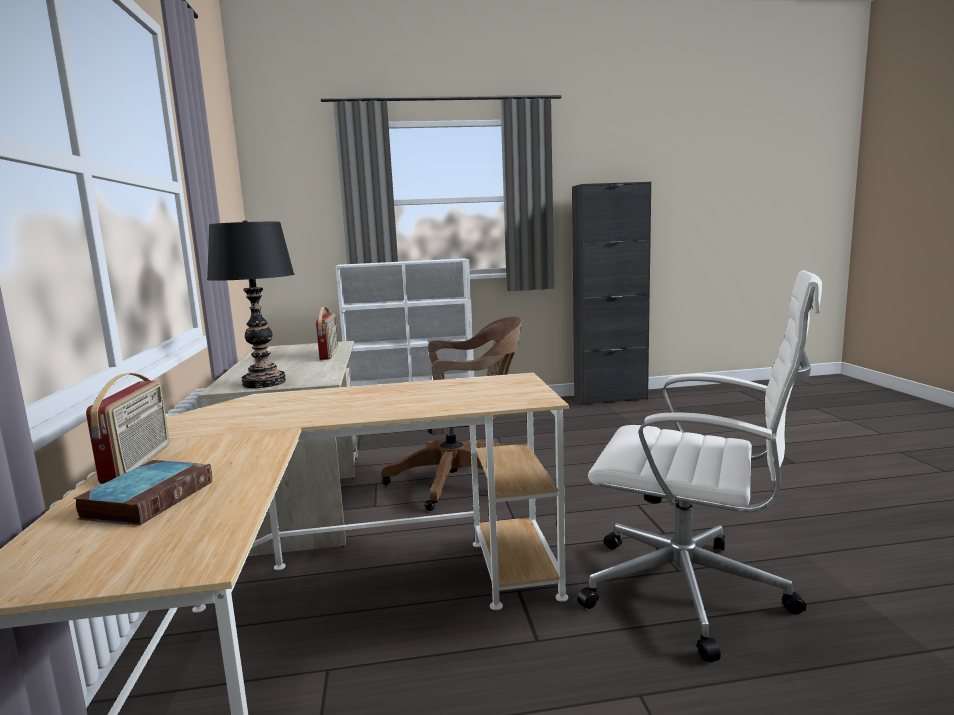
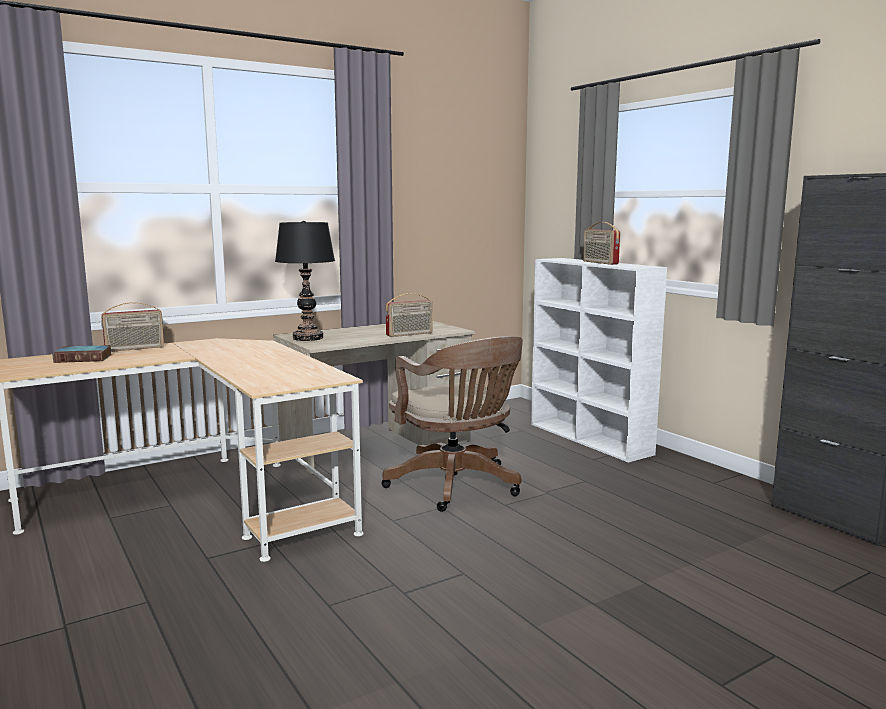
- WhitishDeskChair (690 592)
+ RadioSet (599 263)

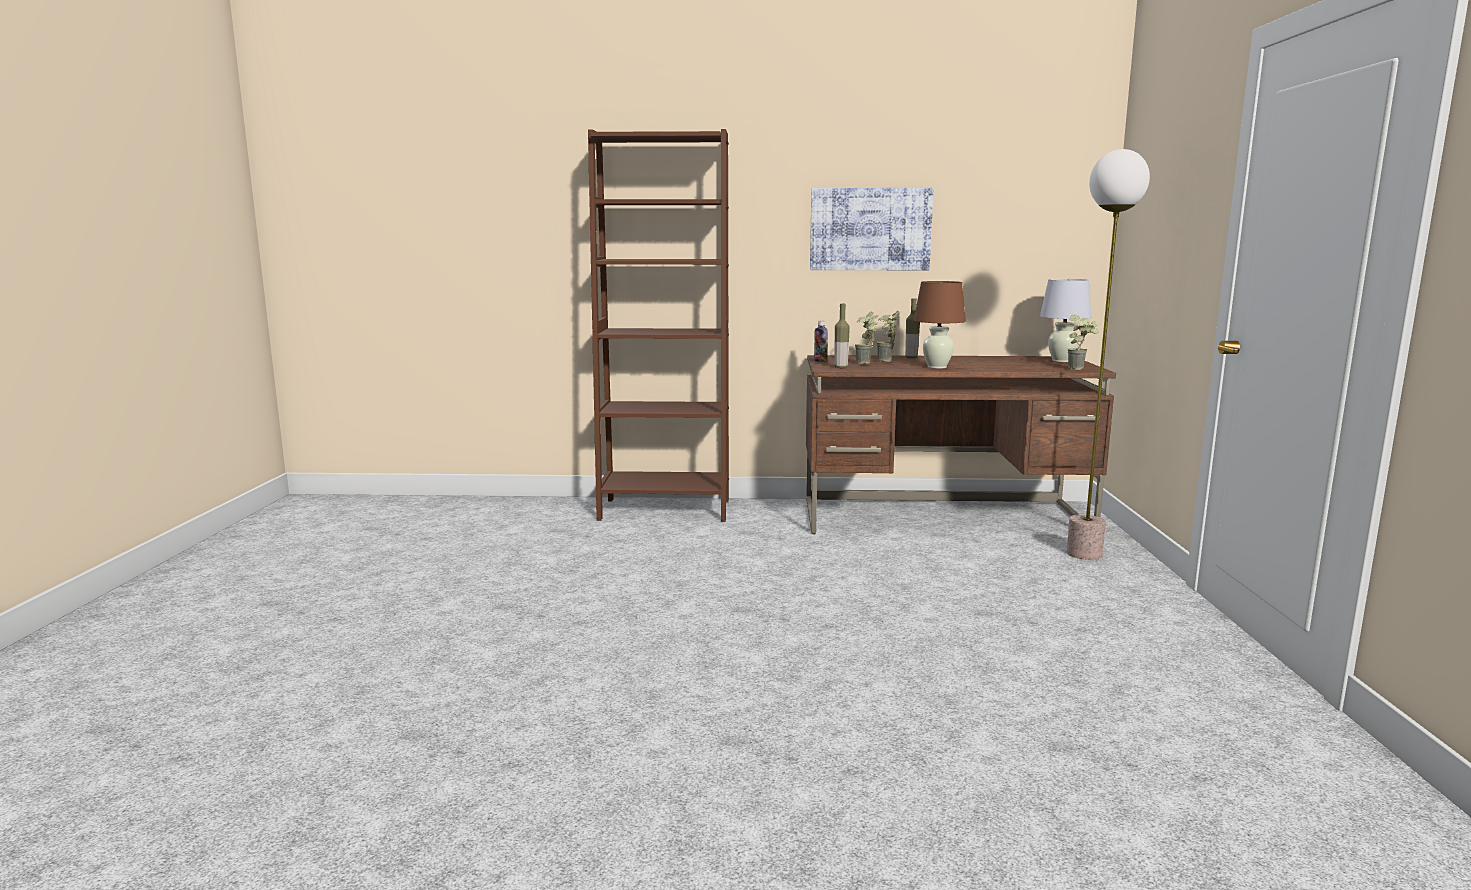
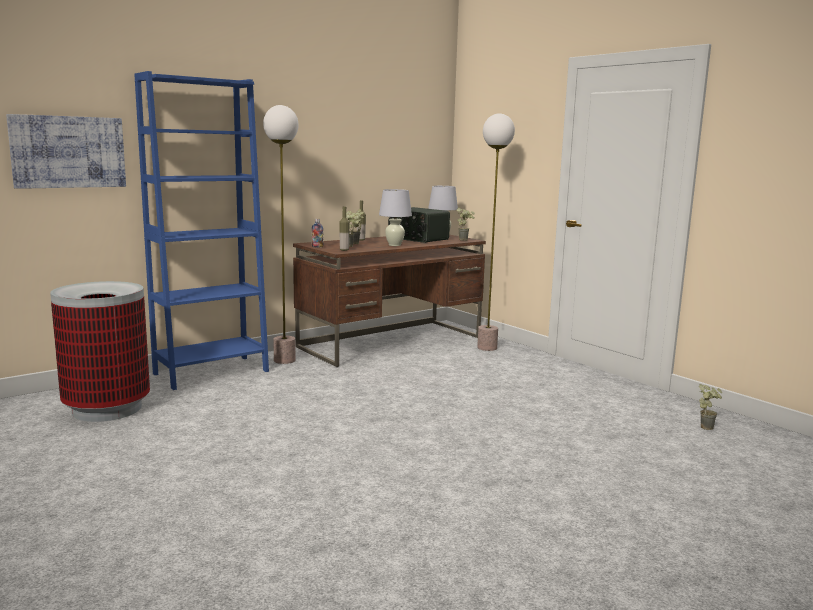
~ BrownBookcase (665 510) to BlueBookcase (211 372)
~ WallArt (870 229) to (68 152)
~ BrownTableLamp (936 367) to WhitishTableLamp (394 245)
+ StandingLamp (284 360)
+ RadioSet (417 238)
+ TrashCan (107 409)
+ PlantInAPot (707 426)

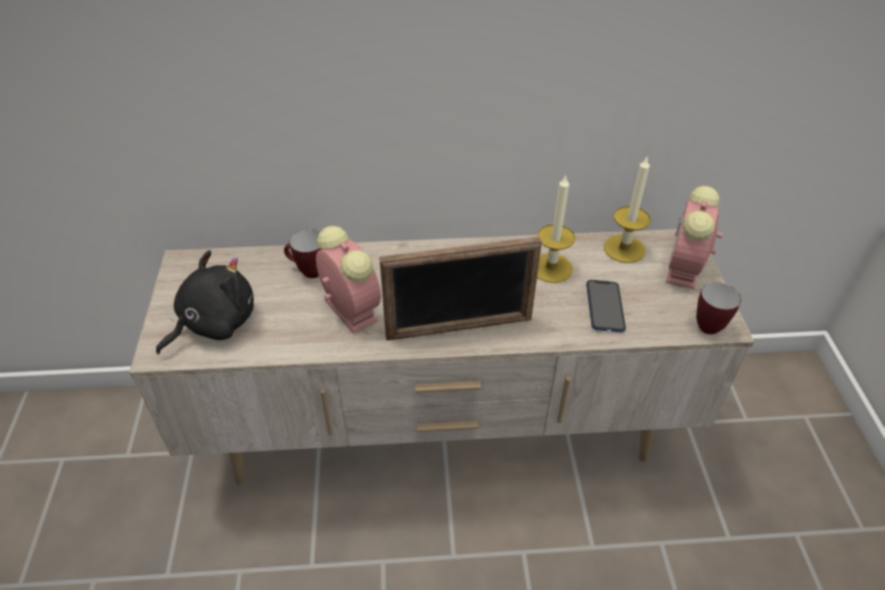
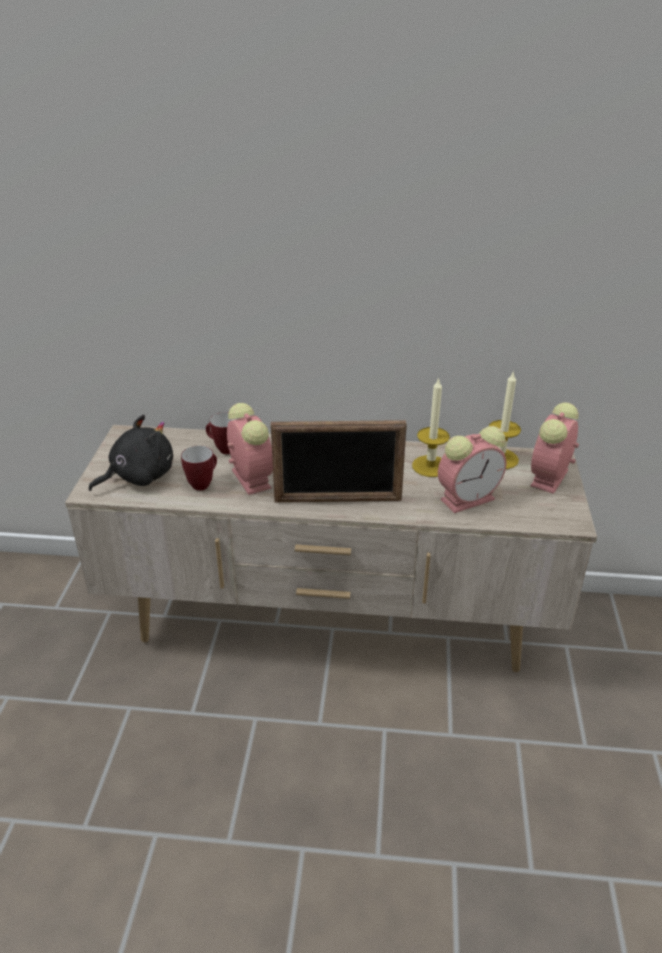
~ Handset (605 307) to AlarmClock (469 498)
~ TeaMug (708 323) to (203 483)

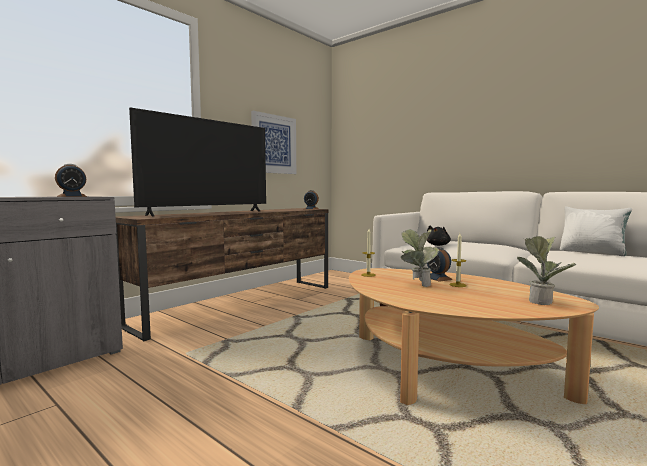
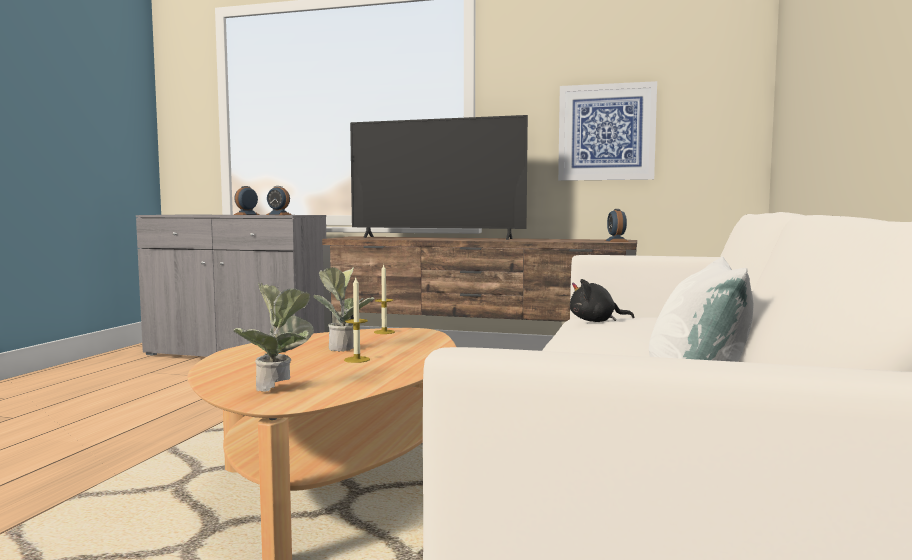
~ AlarmClock (438 278) to (246 214)

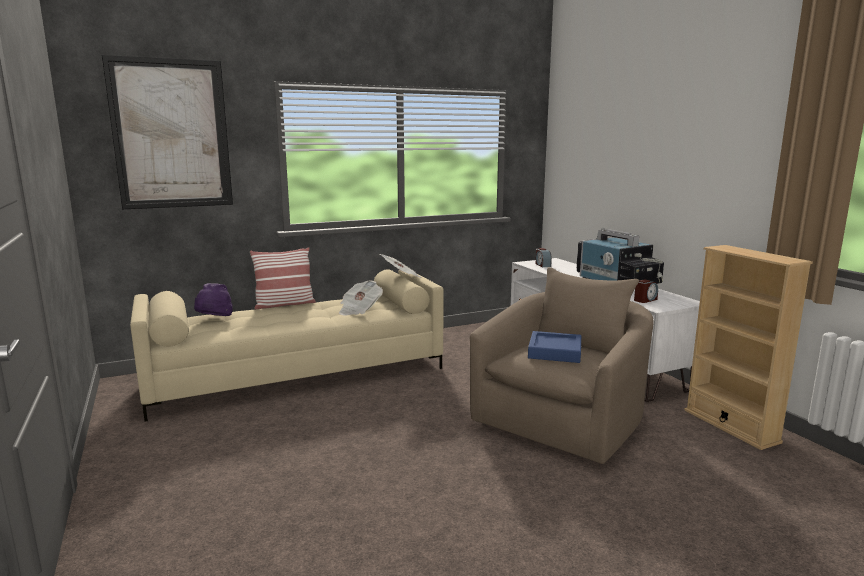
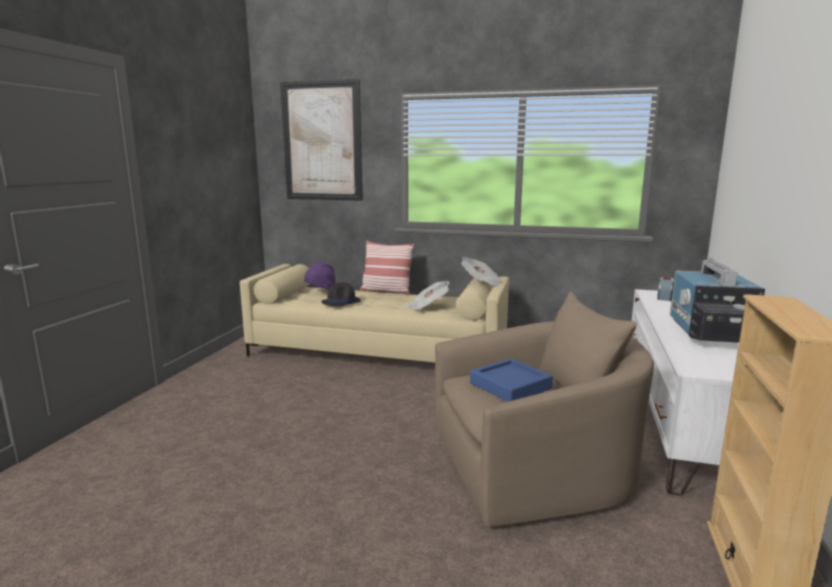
- AlarmClock (645 300)
+ BlackWearableHat (341 302)

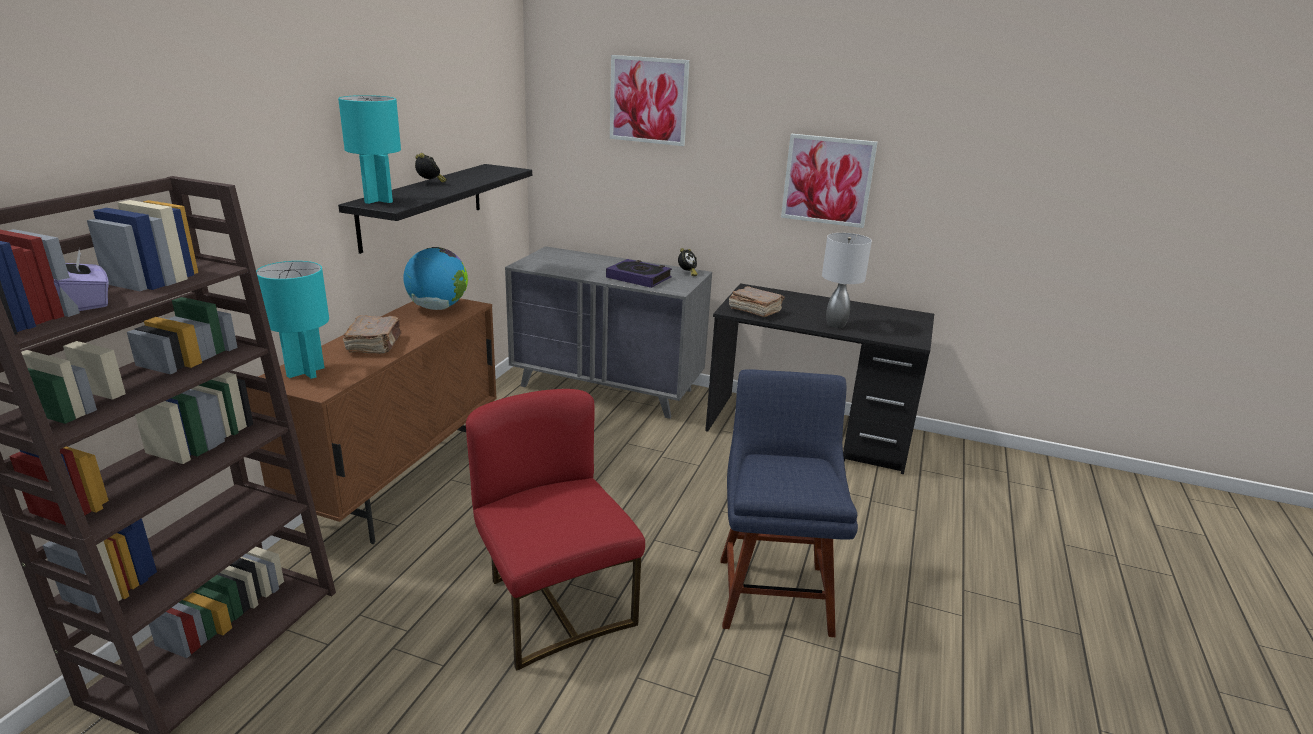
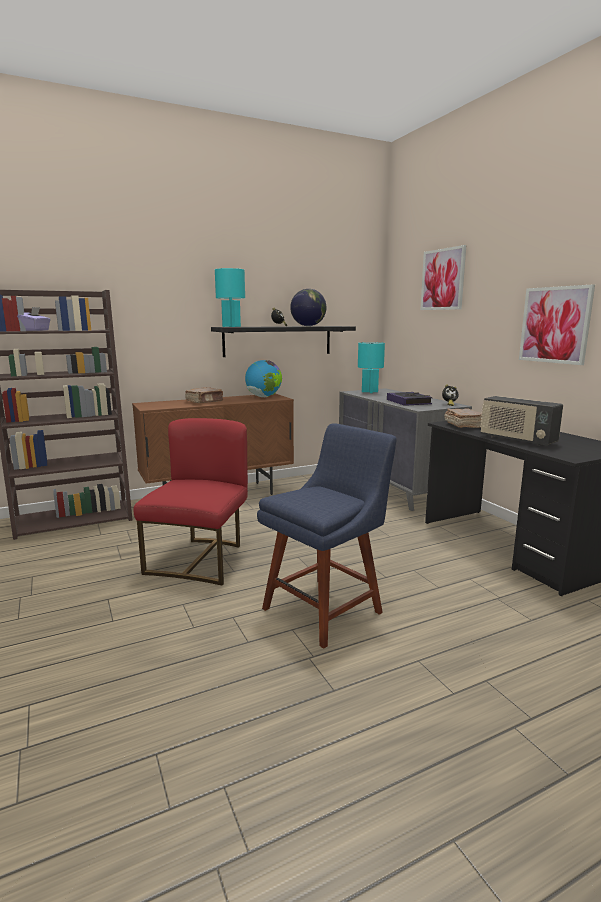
~ GreyTableLamp (836 324) to RadioSet (517 440)
~ TurquoiseTableLamp (305 372) to (369 392)
+ DeskGlobe (308 326)

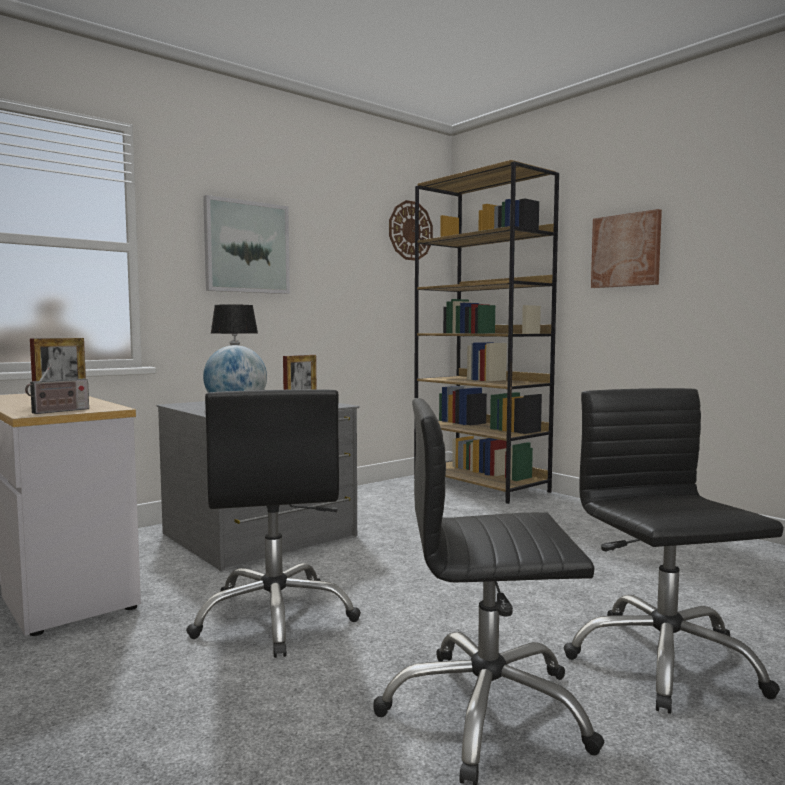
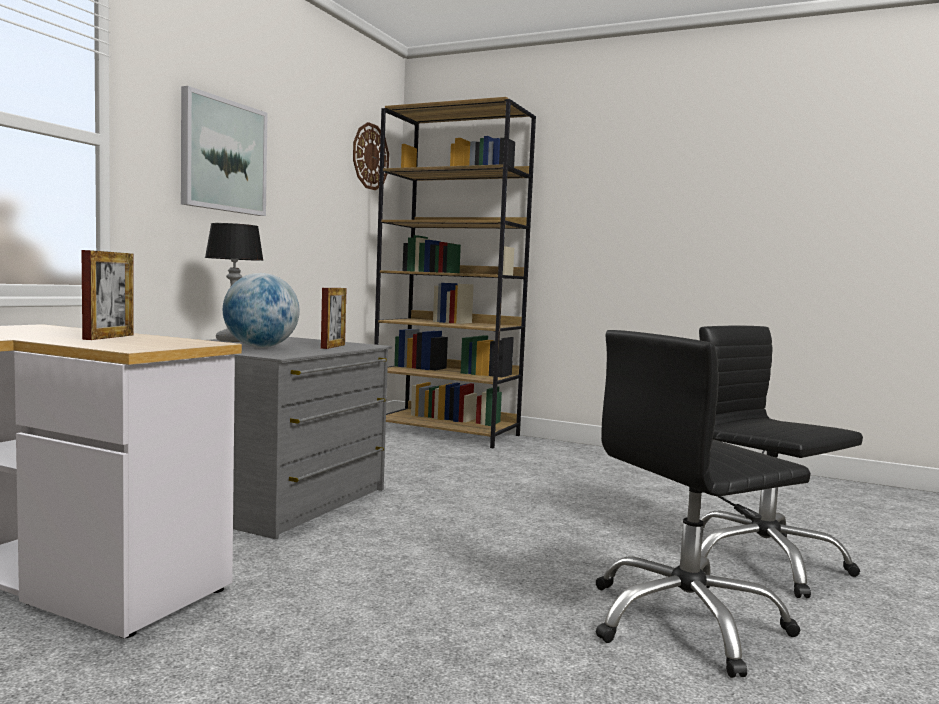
- WallArt (626 250)
- RadioSet (58 411)
- BlackDeskChair (275 617)

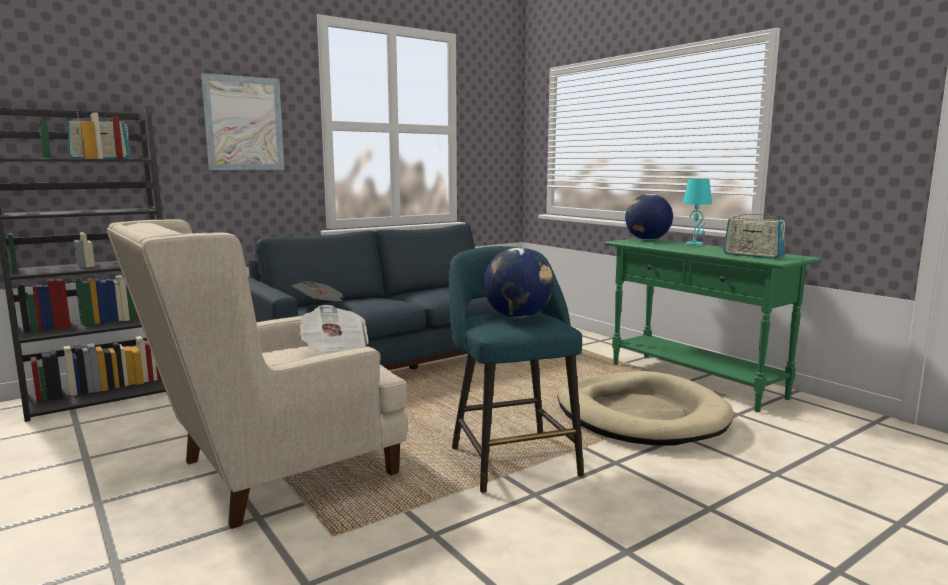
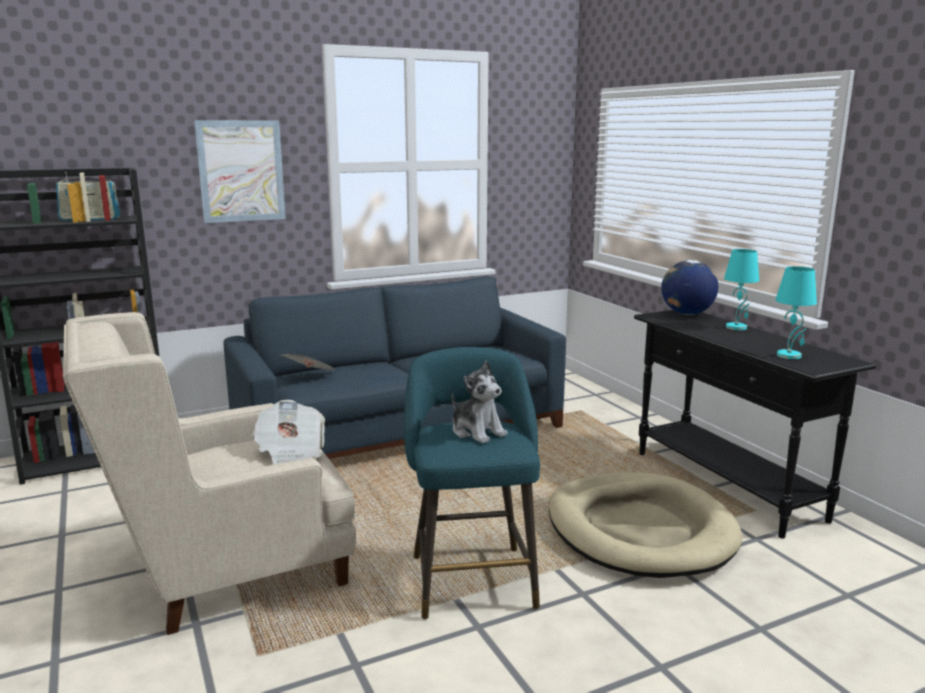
~ RadioSet (752 256) to TurquoiseTableLamp (789 356)
~ GreenishNarrowTable (694 381) to BlackNarrowTable (726 486)
~ DeskGlobe (518 317) to PlushToy (477 431)

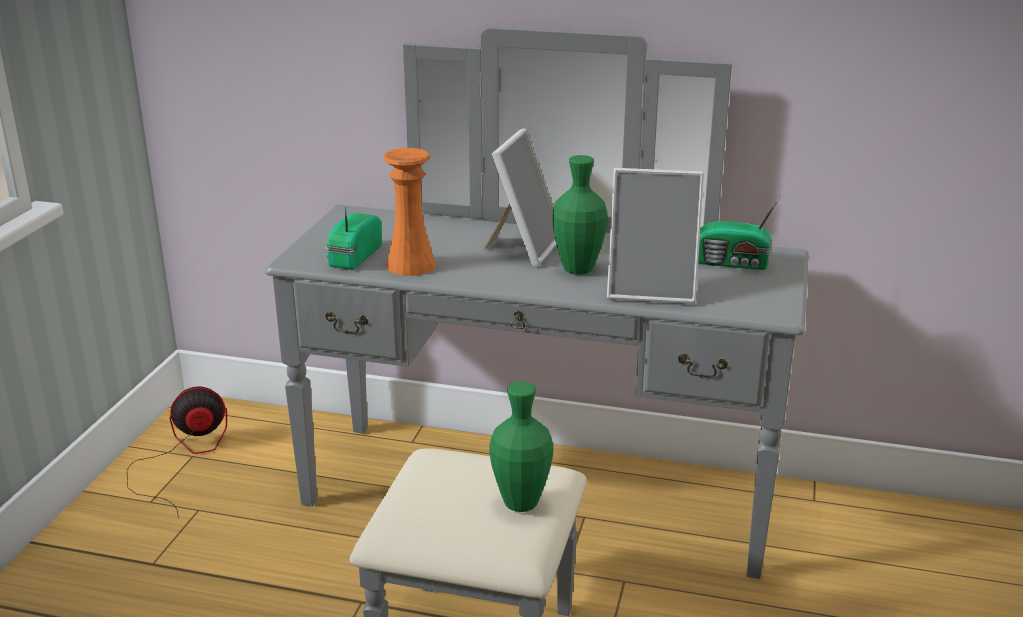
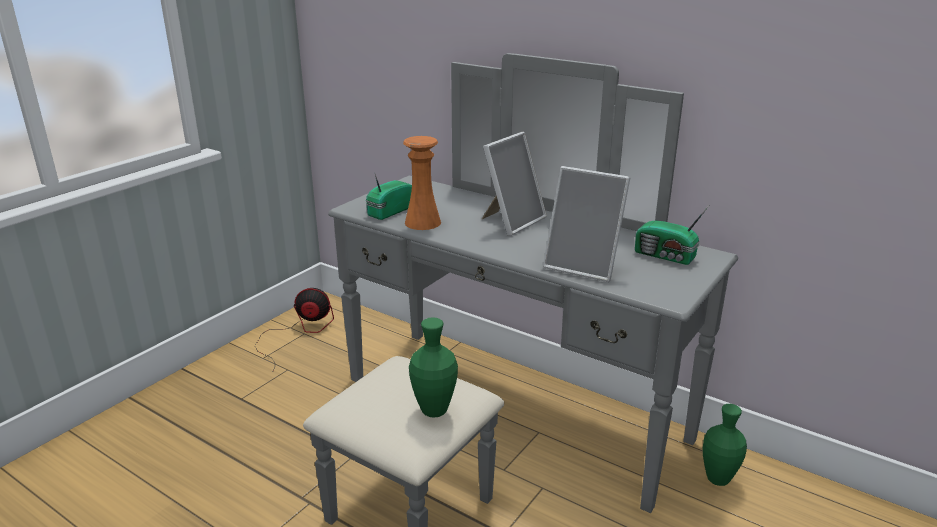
~ GreenishDecorativeVase (578 269) to (718 479)

